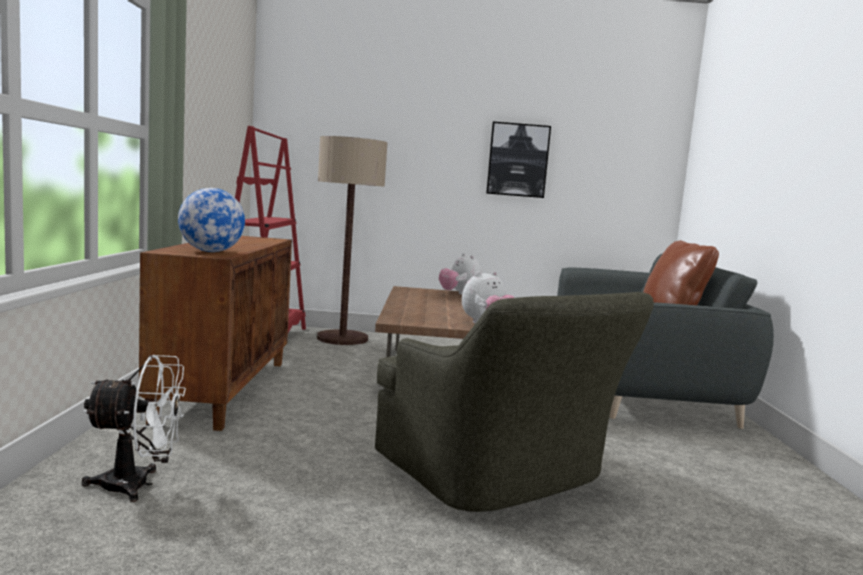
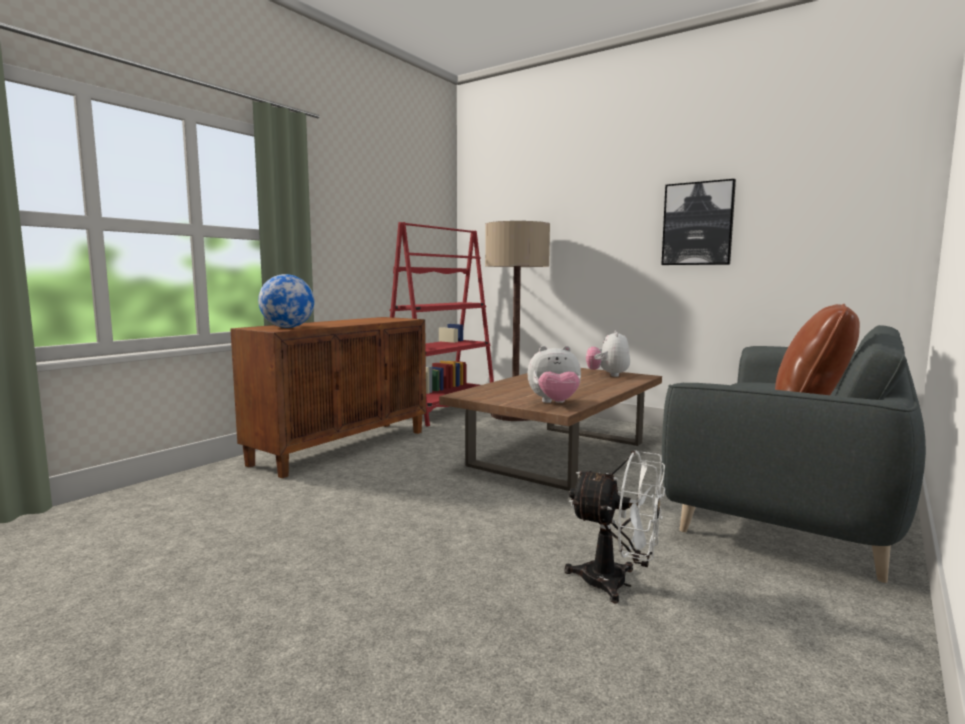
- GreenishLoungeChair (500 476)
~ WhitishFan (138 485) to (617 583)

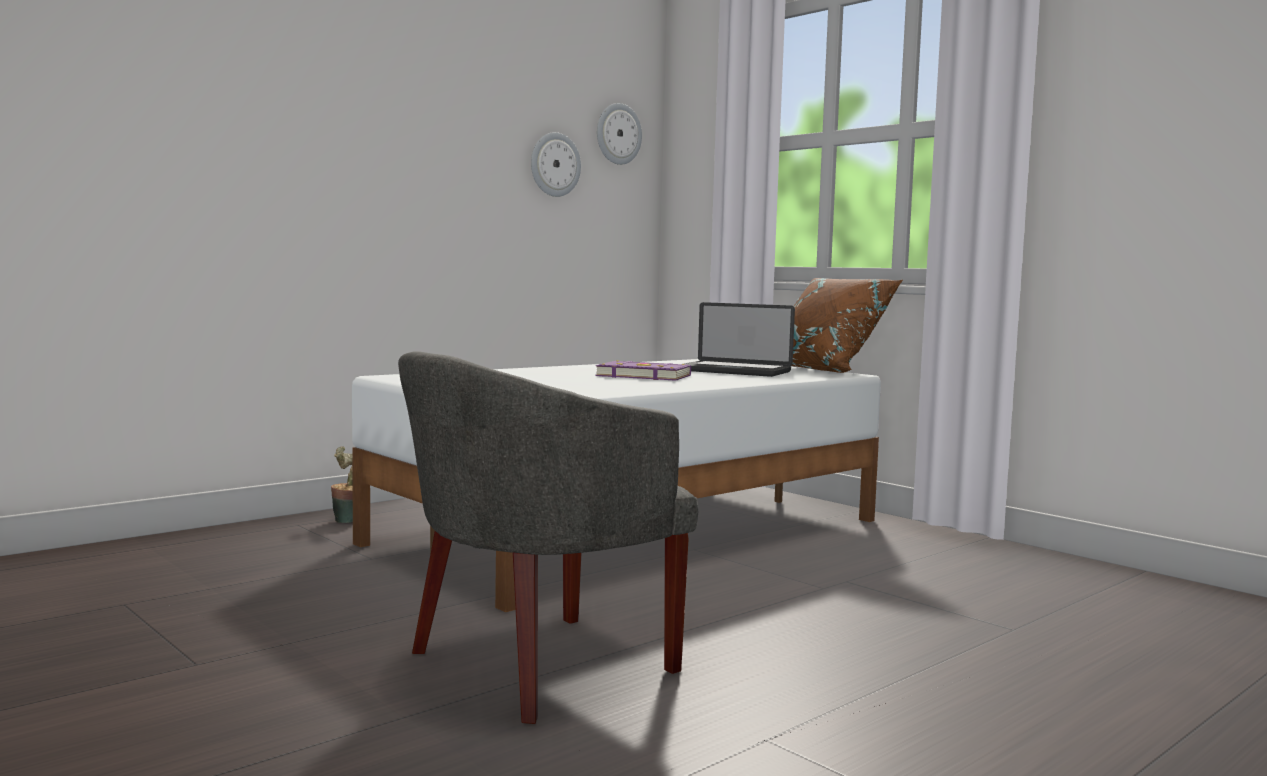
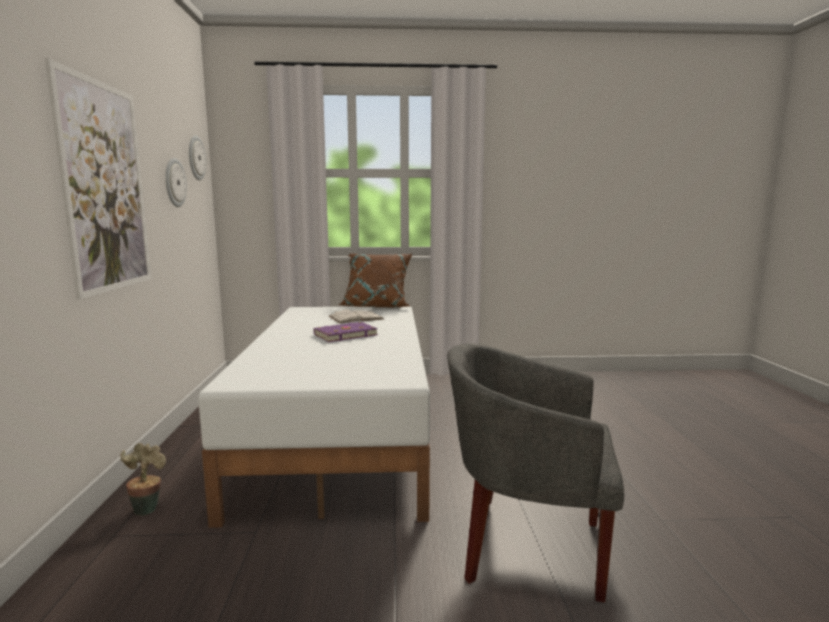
~ PortableComputer (734 371) to WhitishBoundBook (356 318)
~ GreyLoungeChair (536 666) = (527 545) 105 degrees clockwise
+ WallArt (105 187)

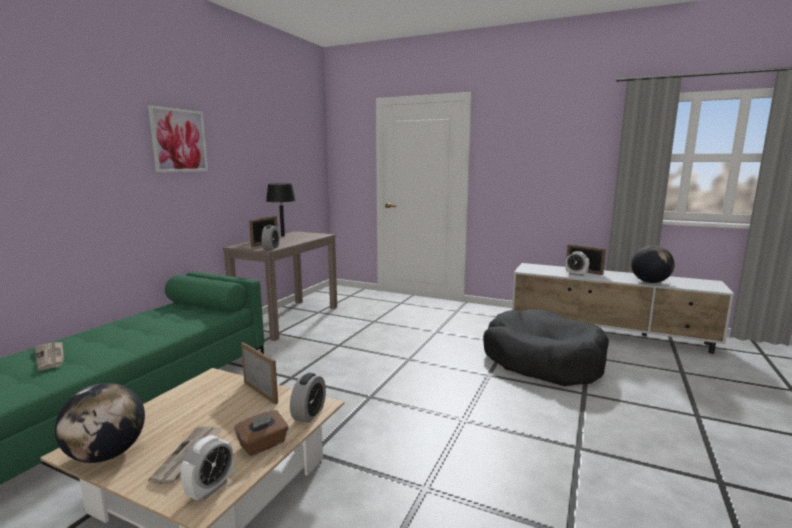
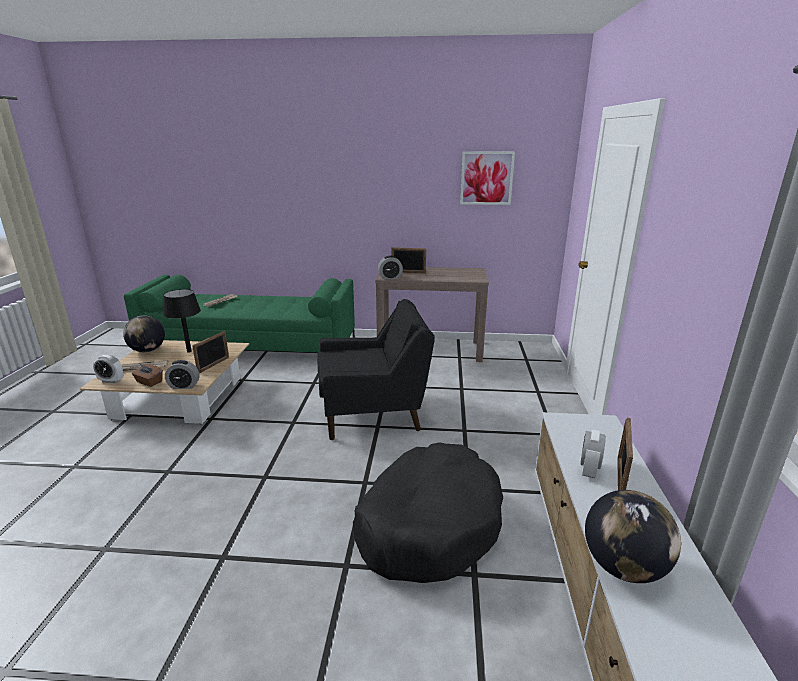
~ WallArt (179 140) to (486 178)
~ BlackTableLamp (283 236) to (189 351)
+ BlackLoungeChair (373 413)

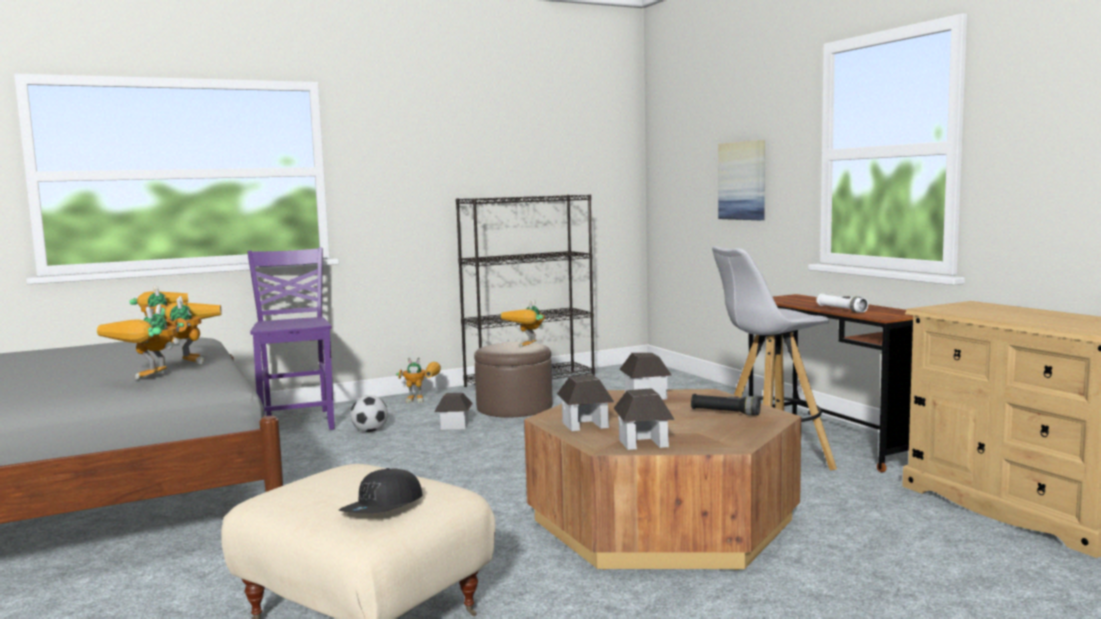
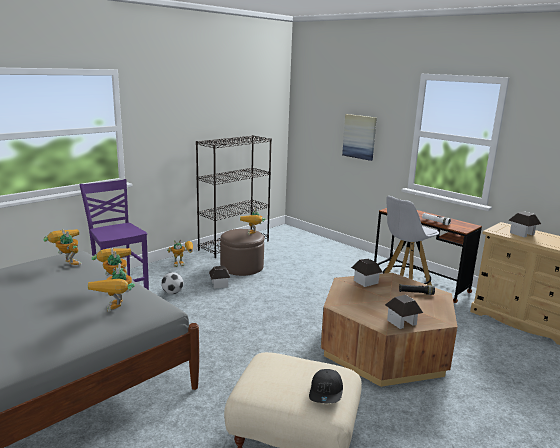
~ ToyHouse (585 424) to (522 233)

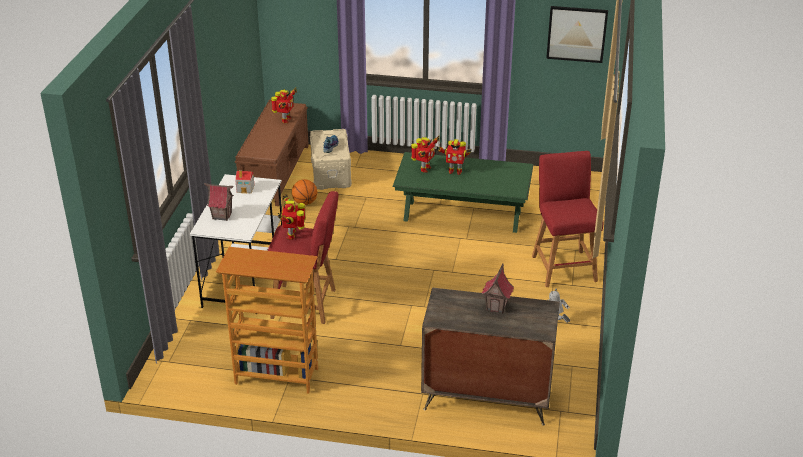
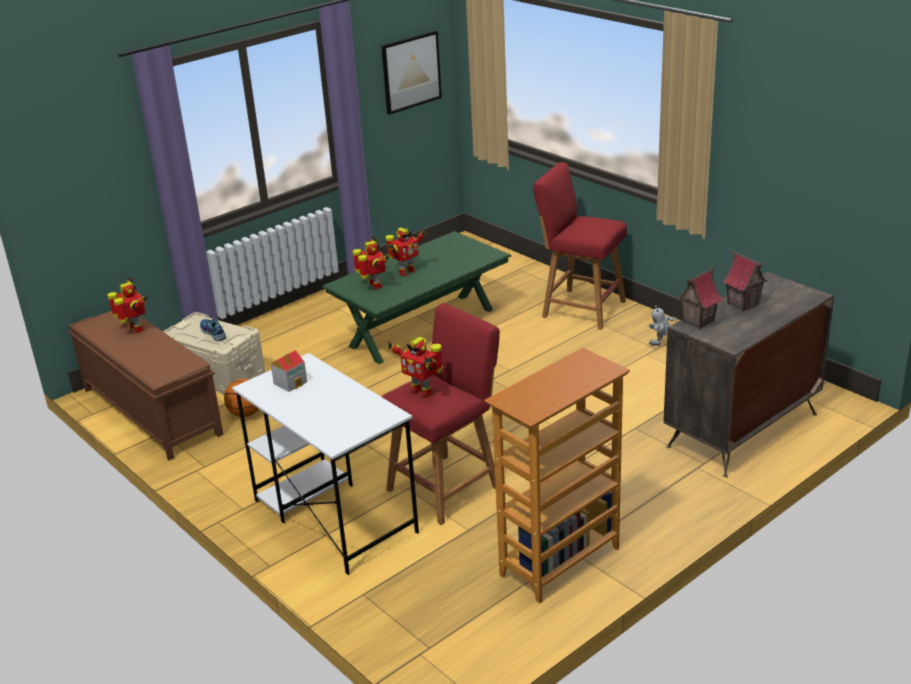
~ ToyHouse (222 215) to (697 321)

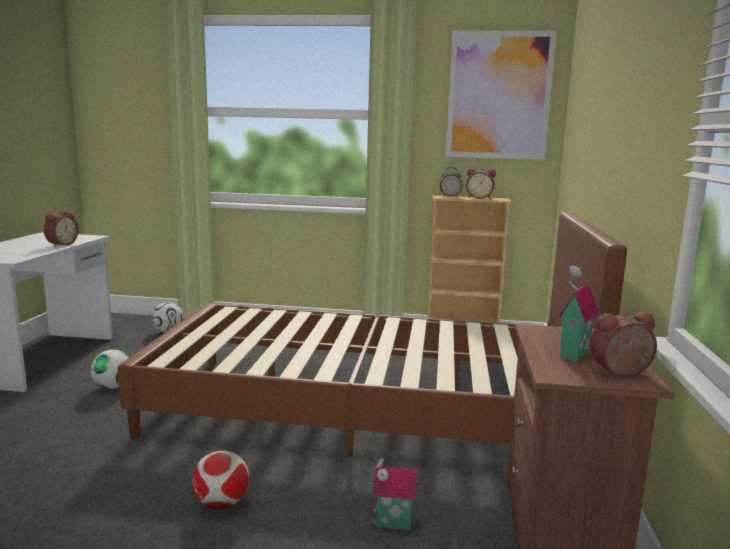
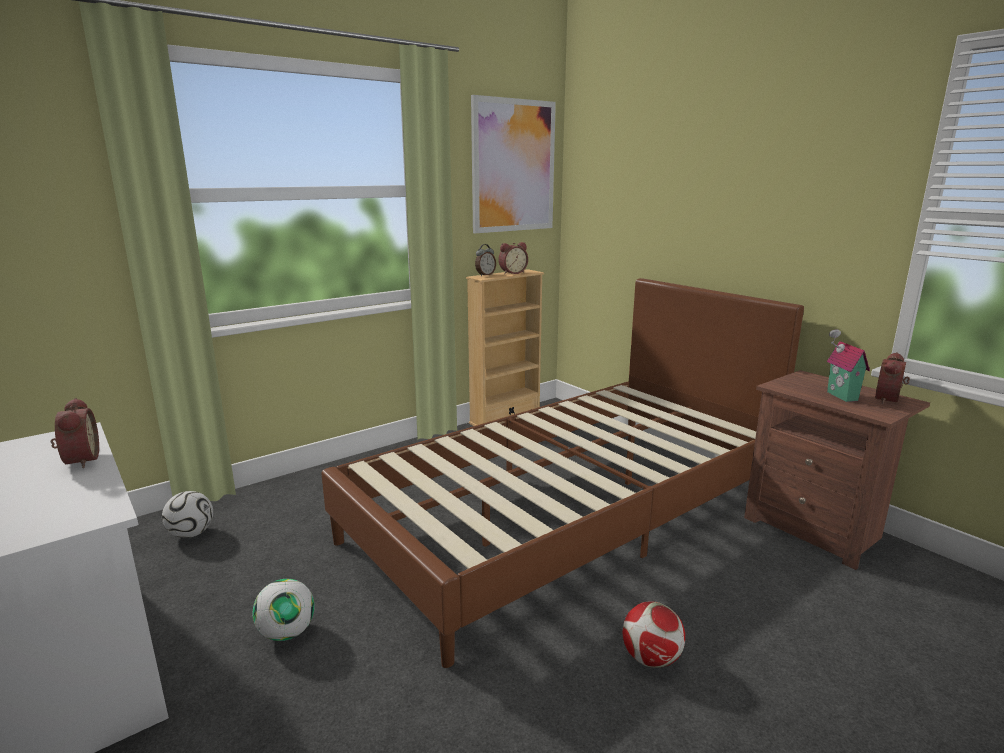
- ToyHouse (393 525)

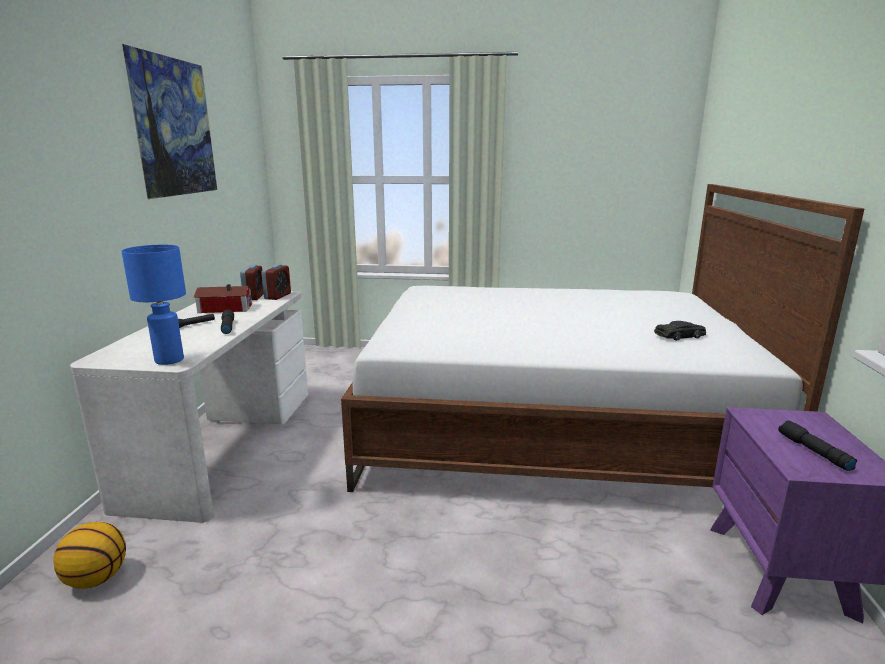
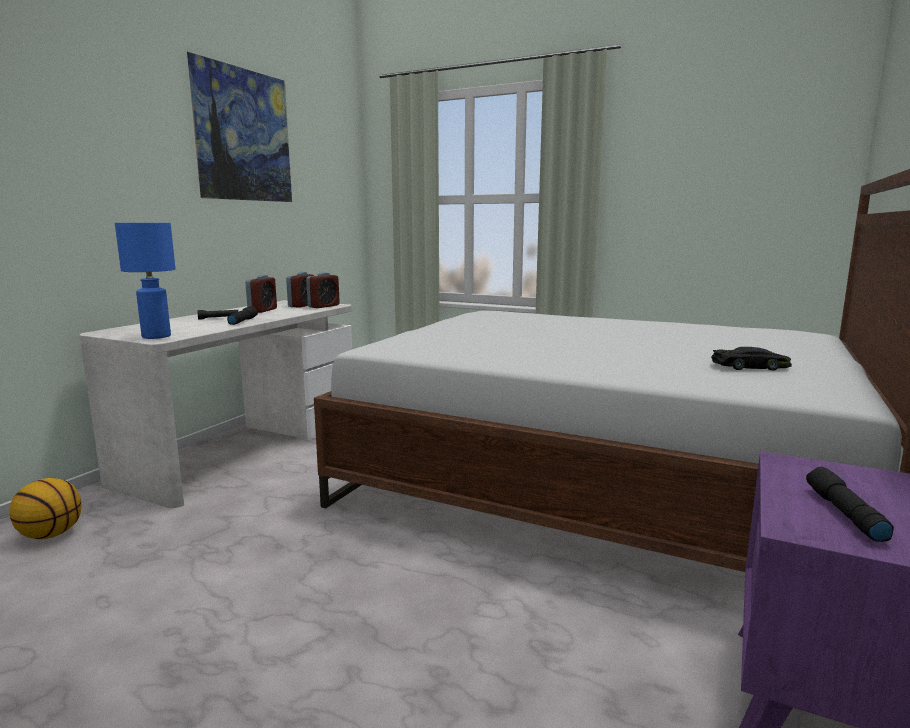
~ ToyHouse (224 308) to AlarmClock (262 310)

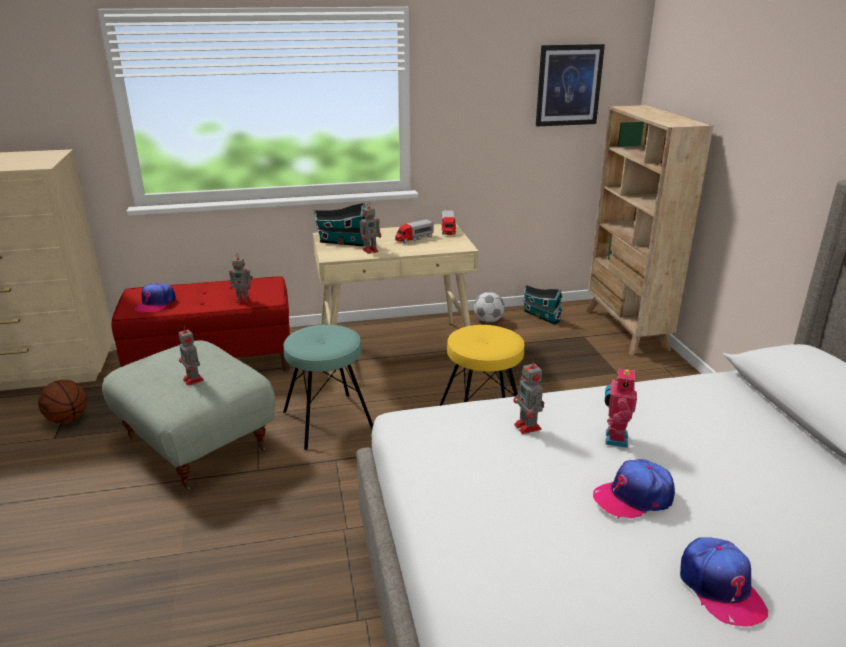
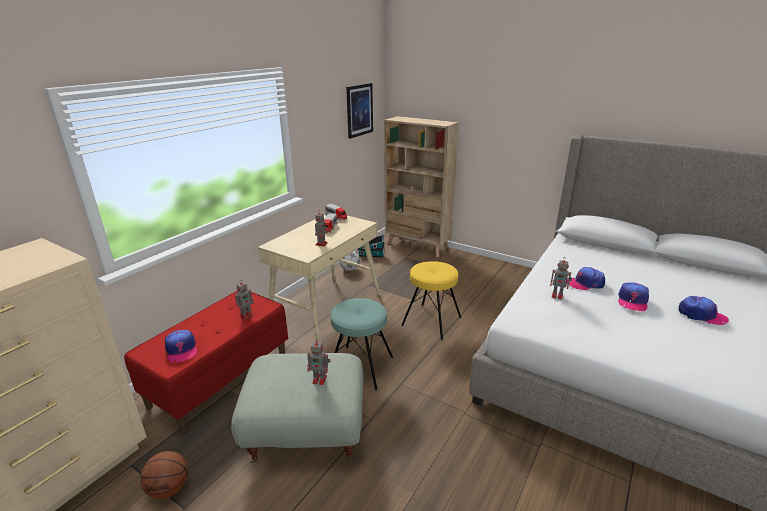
- ToyHouse (341 242)
~ RobotFigure (614 438) to BaseballCap (585 283)

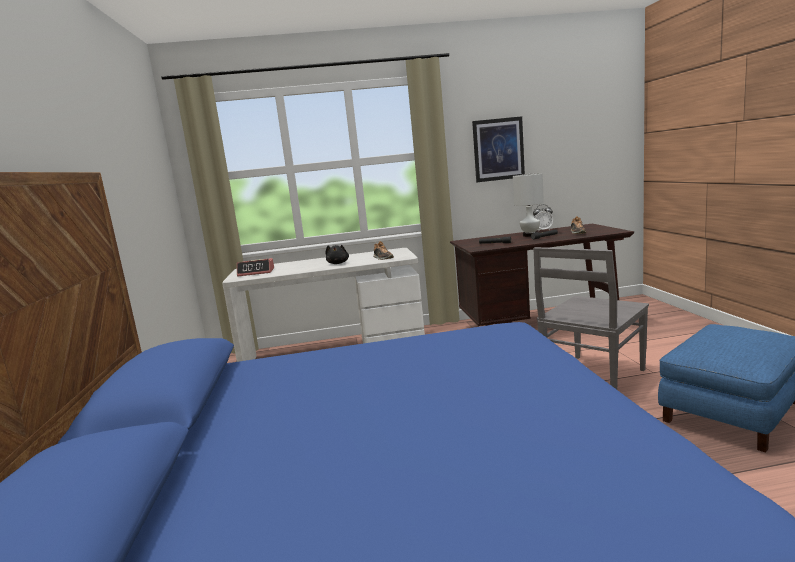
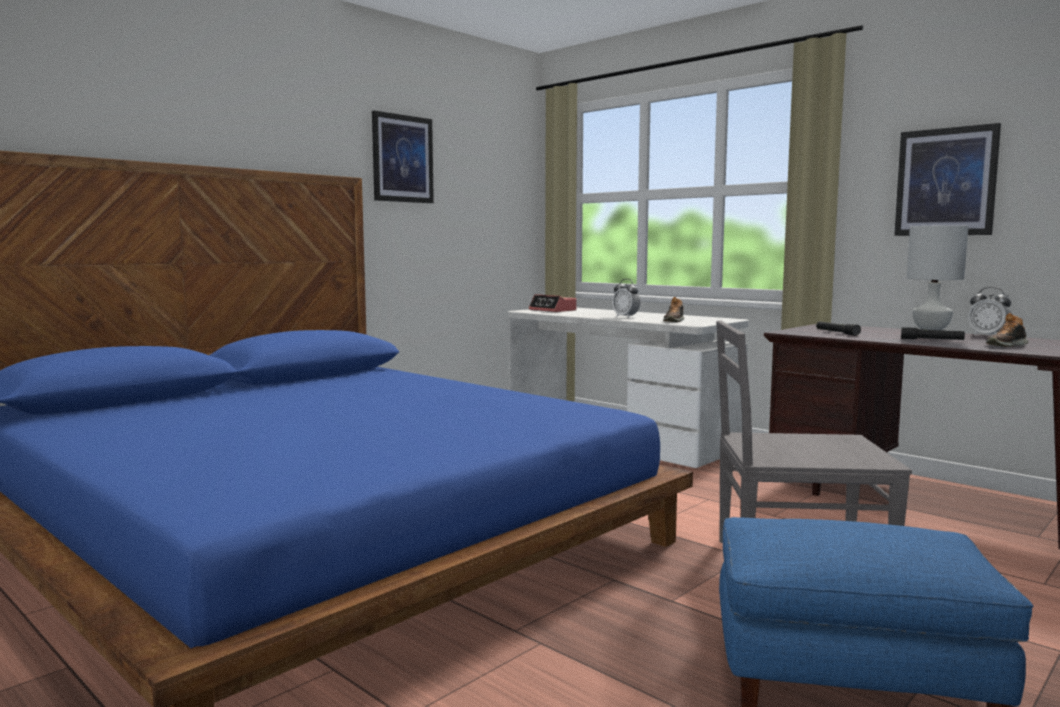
~ BlackPlushToy (338 263) to AlarmClock (626 317)
+ WallArt (402 159)

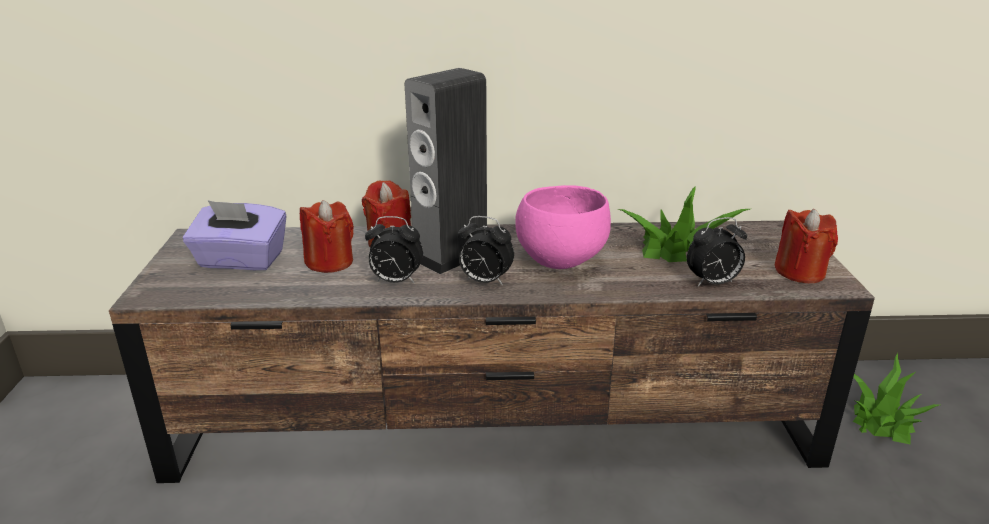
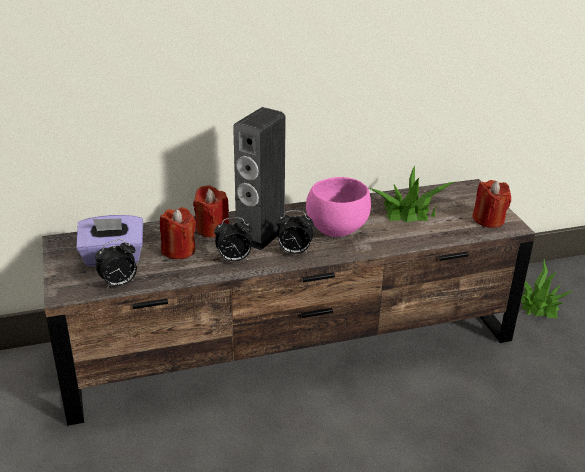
~ AlarmClock (712 283) to (119 284)

